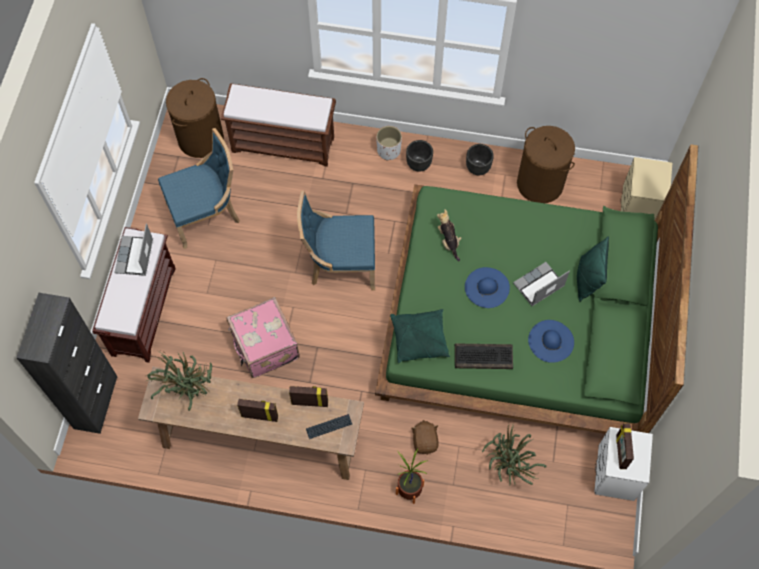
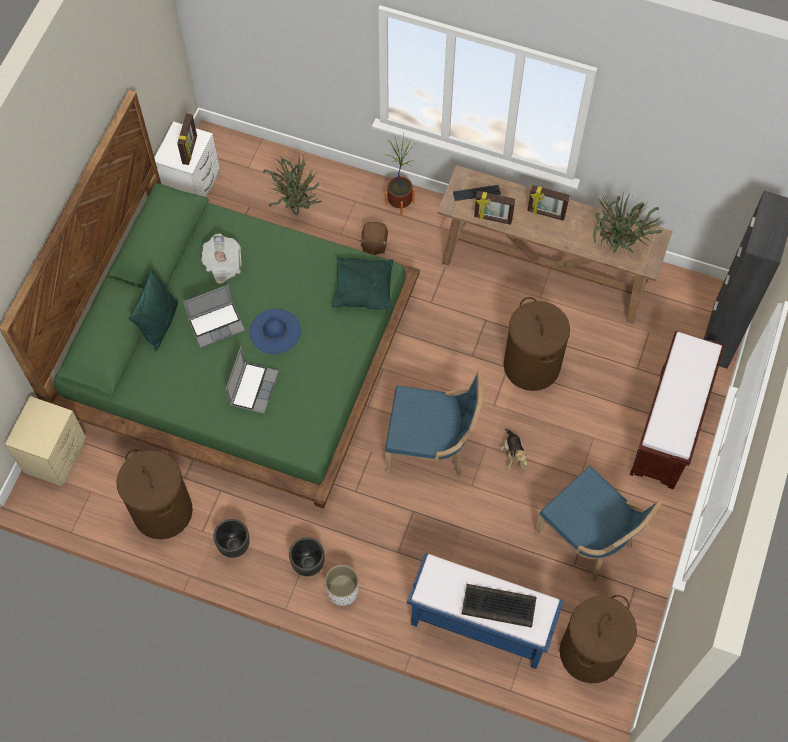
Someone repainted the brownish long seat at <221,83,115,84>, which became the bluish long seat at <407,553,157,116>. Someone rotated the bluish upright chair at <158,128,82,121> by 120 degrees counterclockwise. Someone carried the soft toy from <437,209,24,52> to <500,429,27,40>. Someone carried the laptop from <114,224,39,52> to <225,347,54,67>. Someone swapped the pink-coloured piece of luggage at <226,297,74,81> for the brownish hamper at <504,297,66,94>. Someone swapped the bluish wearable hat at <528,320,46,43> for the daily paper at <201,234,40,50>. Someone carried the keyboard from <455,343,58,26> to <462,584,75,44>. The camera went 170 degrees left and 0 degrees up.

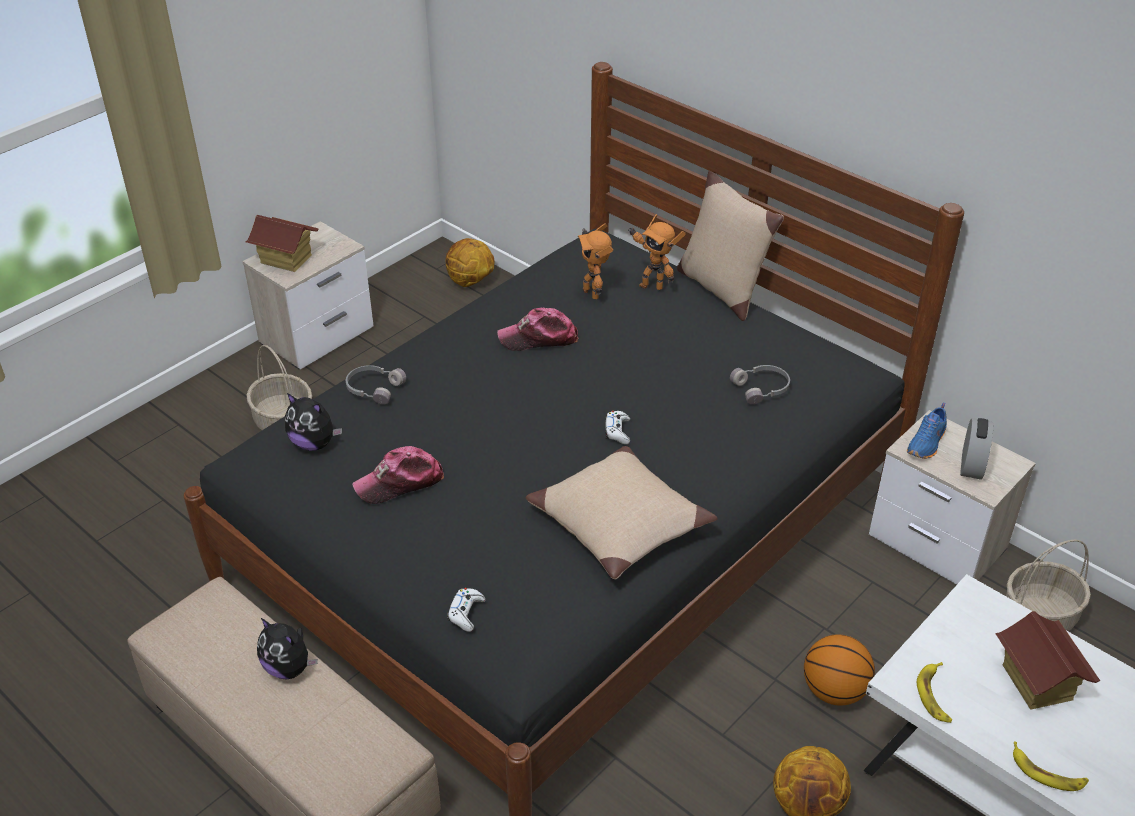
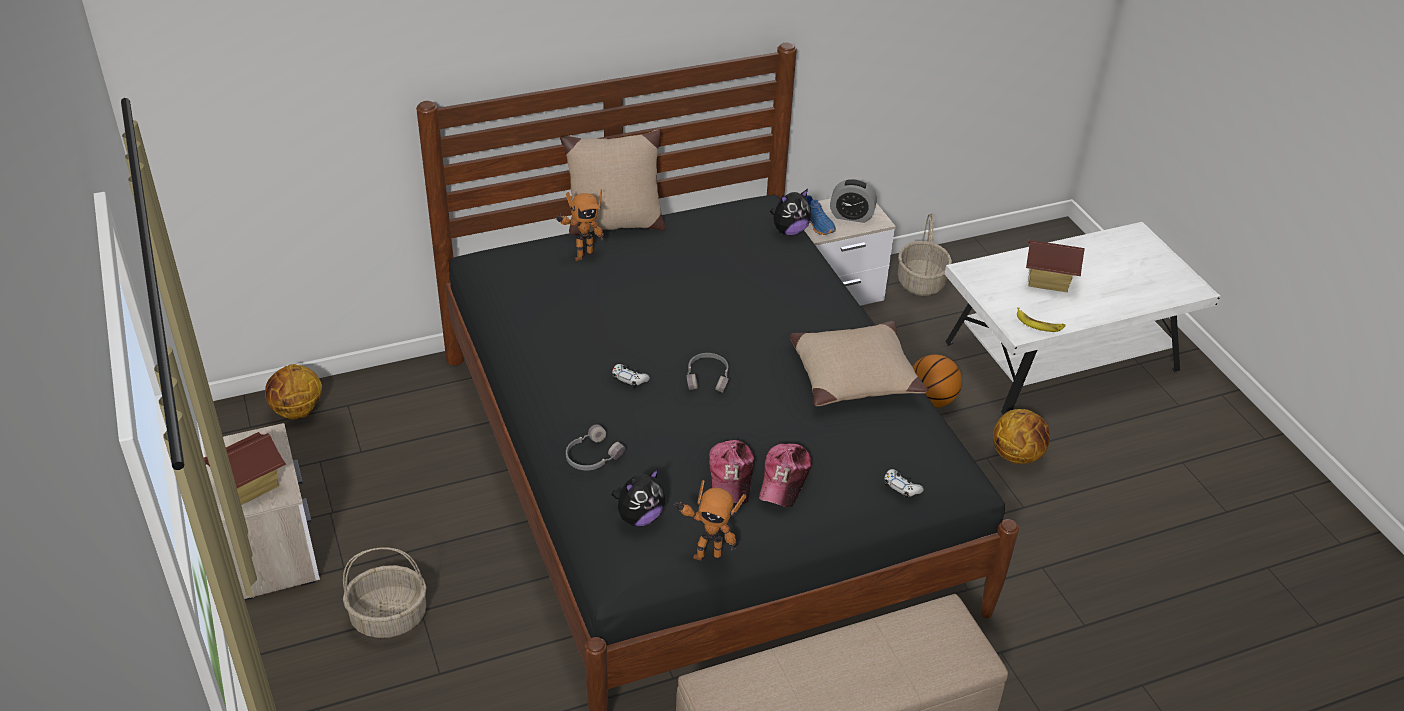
Someone carried the model robot from <578,223,35,77> to <674,480,73,81>. Someone carried the cap from <497,308,81,43> to <759,444,53,63>. Someone carried the greyish headphones from <730,365,60,39> to <686,353,43,40>. Someone carried the whitish gamepad from <605,411,25,33> to <612,364,38,24>. Someone rotated the bedside clock at <960,418,33,62> by 150 degrees clockwise. Someone carried the soft toy from <257,618,61,61> to <770,189,41,46>. Someone took away the banana at <1013,741,76,50>. The camera went 65 degrees left and 0 degrees up.

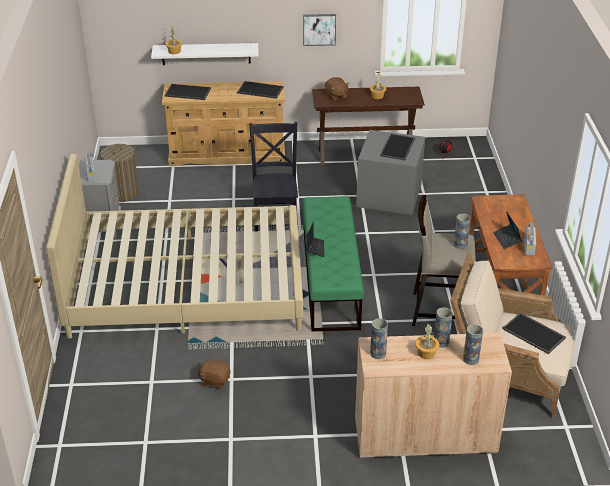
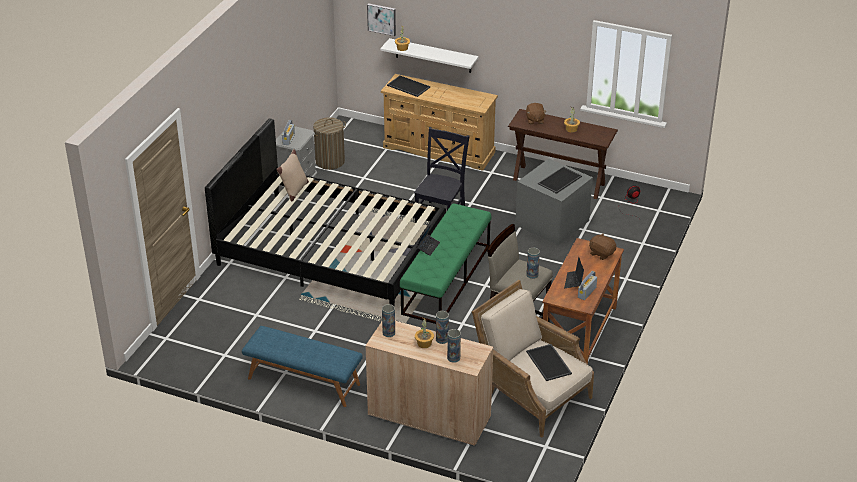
Someone carried the wall art from <303,14,33,32> to <367,3,29,33>. Someone took away the carrying tray at <237,81,46,18>. Someone repainted the beige bed at <46,154,257,185>, which became the black bed at <205,118,241,189>. Someone carried the brownish soft toy from <197,357,33,32> to <589,233,27,27>. Someone put down the beige throw pillow at <276,149,33,53>. Someone put down the bluish long seat at <242,326,121,81>. The camera went 25 degrees right and 0 degrees up.

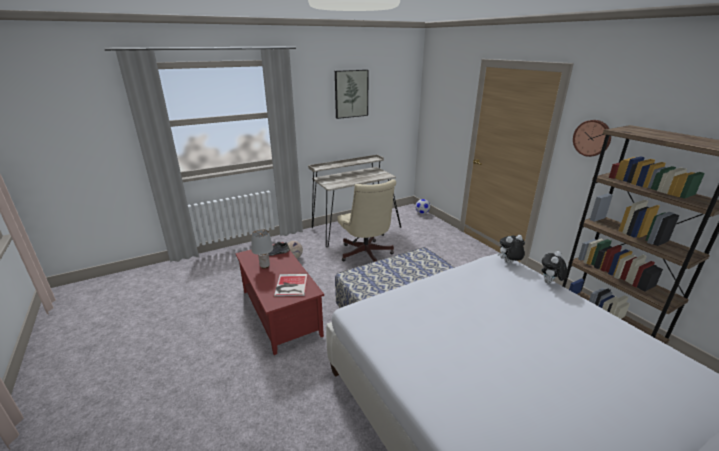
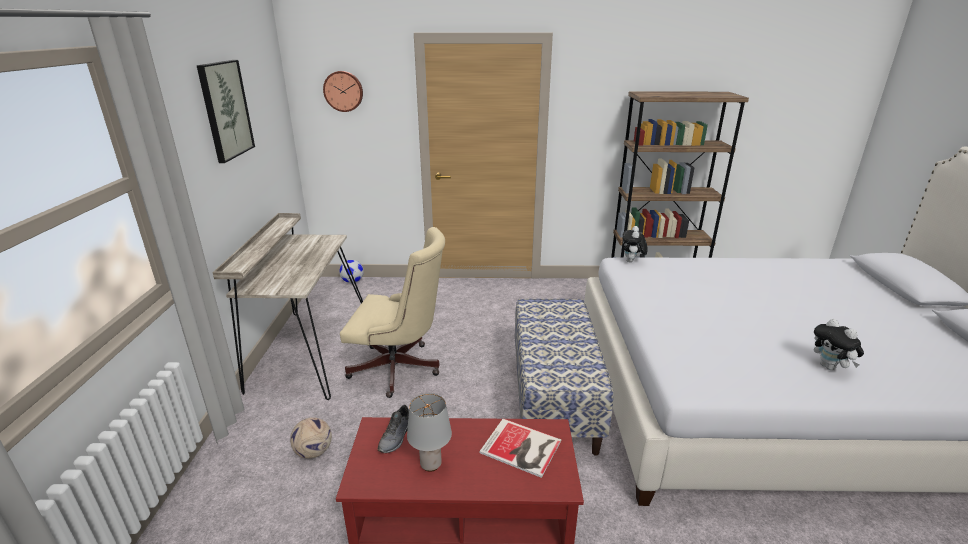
Someone carried the hanging clock from <573,120,38,37> to <323,71,40,41>. Someone carried the soft toy from <542,251,25,33> to <814,319,50,51>. The camera went 60 degrees left and 0 degrees up.

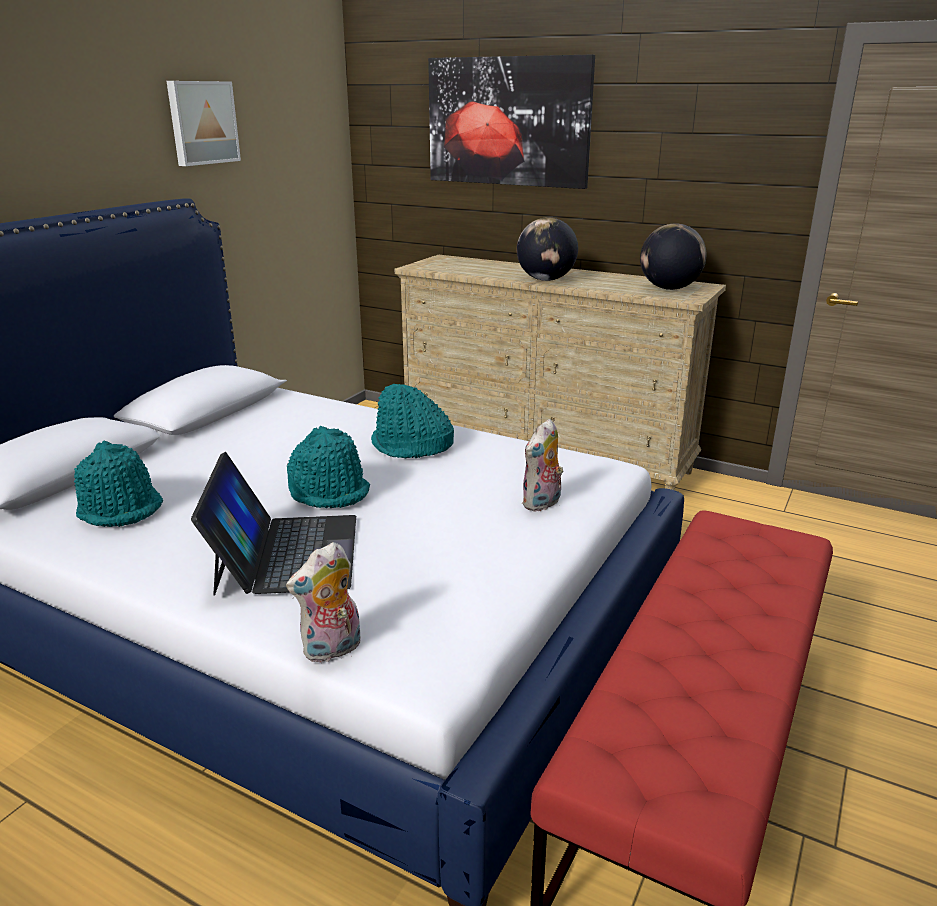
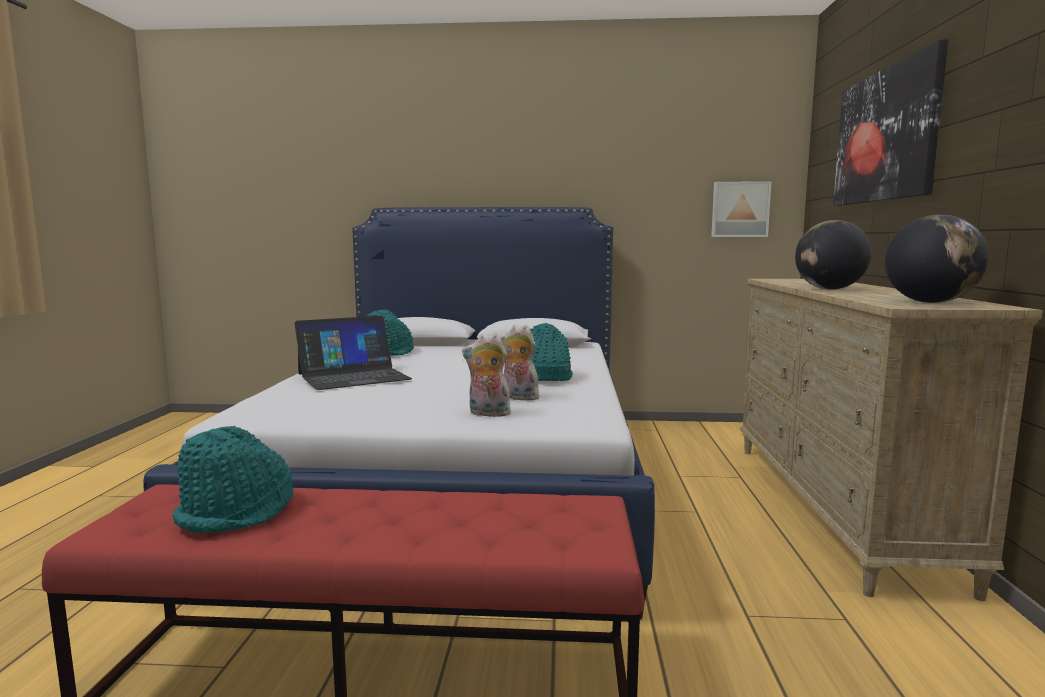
Someone carried the wall art from <167,81,74,85> to <711,181,61,56>. Someone carried the turquoise-coloured wearable hat from <287,426,83,82> to <173,426,120,107>. Someone carried the soft toy from <286,542,75,122> to <500,325,39,76>. The camera went 65 degrees right and 15 degrees down.

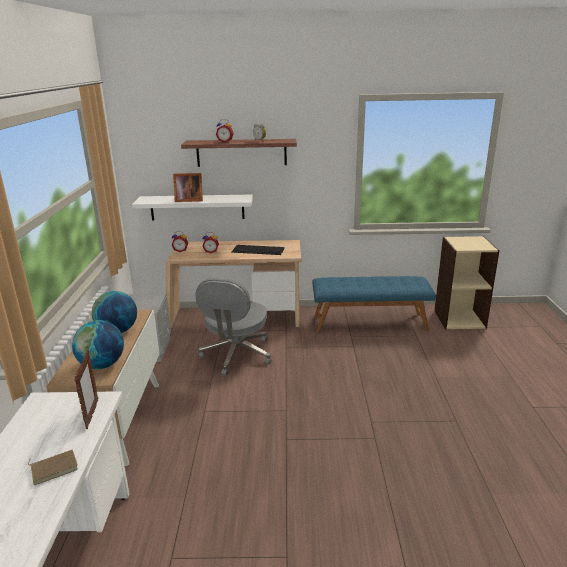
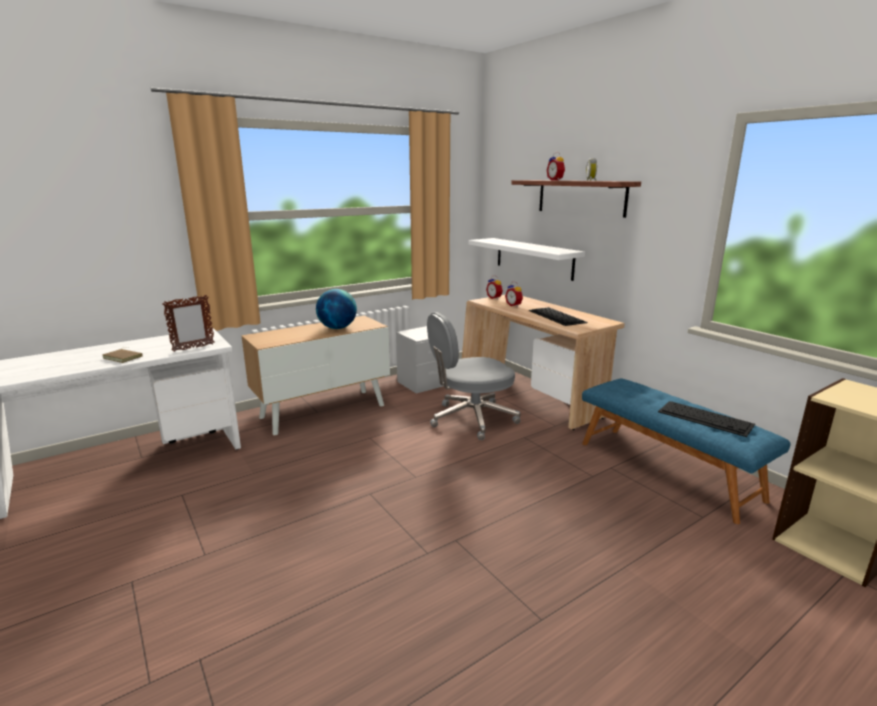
Someone took away the picture frame at <173,173,30,29>. Someone took away the world globe at <72,320,52,49>. Someone put down the keyboard at <658,401,97,36>. The camera went 55 degrees right and 5 degrees down.

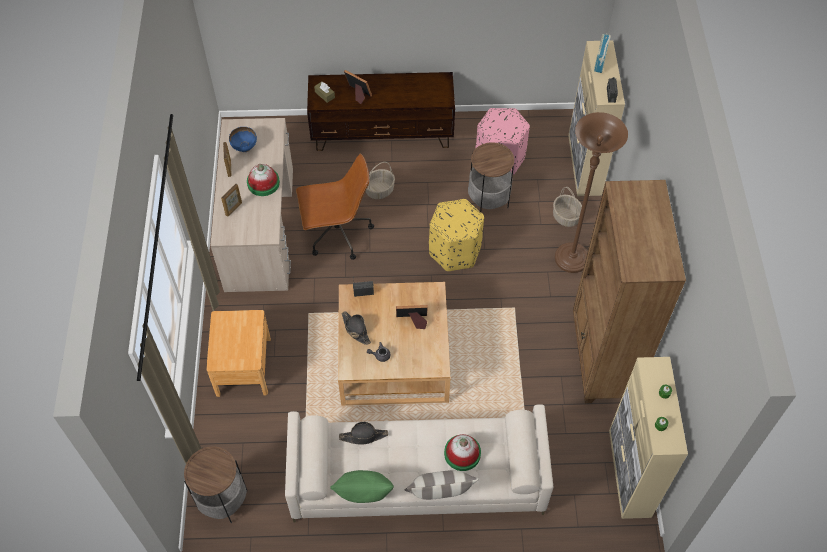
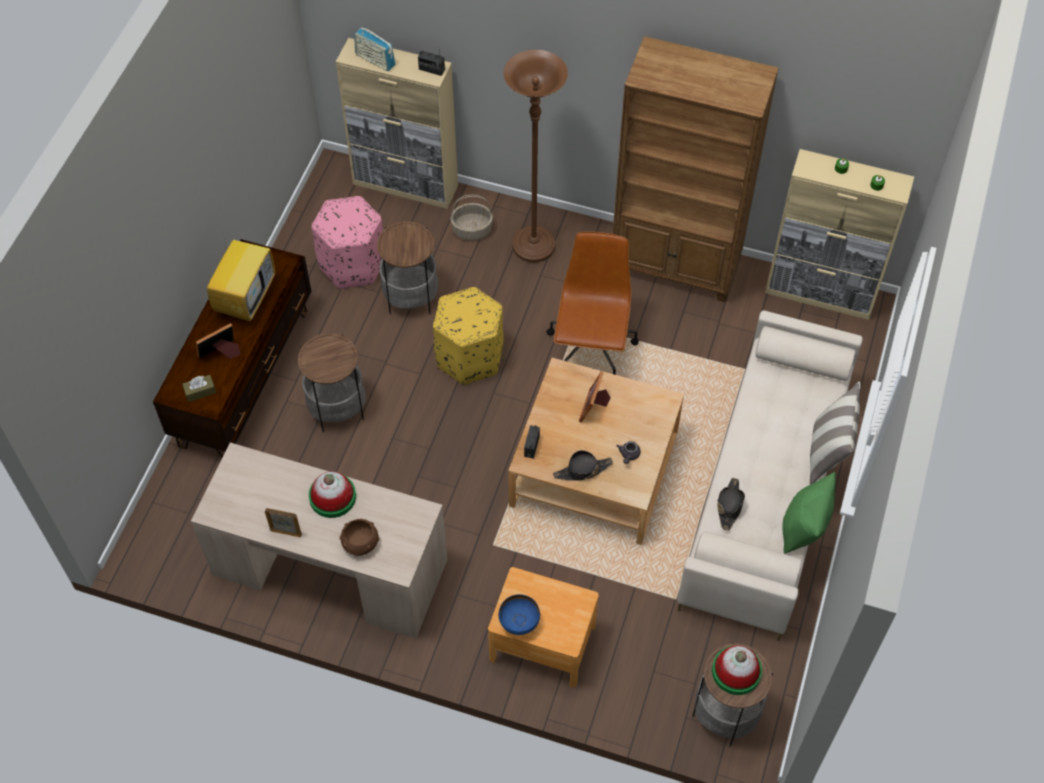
Someone carried the bluish bowl from <229,127,28,25> to <499,594,41,41>. Someone carried the brownish computer chair from <296,154,78,106> to <546,231,93,144>. Someone swapped the household basket at <366,162,29,37> for the accent table at <298,333,67,99>. Someone swapped the picture frame at <221,184,21,33> for the brownish bowl at <340,519,39,37>. Someone carried the wearable hat from <444,434,37,37> to <712,645,50,50>. Someone put down the TV set at <207,223,68,98>. The camera went 70 degrees left and 0 degrees up.

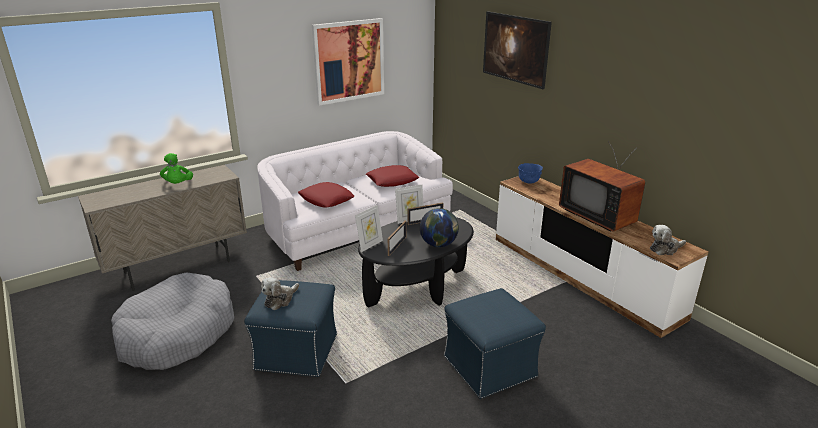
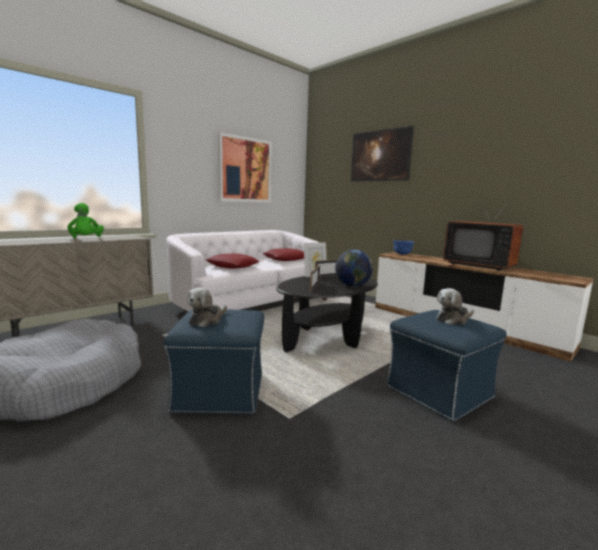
Someone took away the picture frame at <355,205,28,47>. Someone carried the soft toy from <650,225,36,30> to <436,288,38,37>. The camera went 10 degrees left and 15 degrees down.

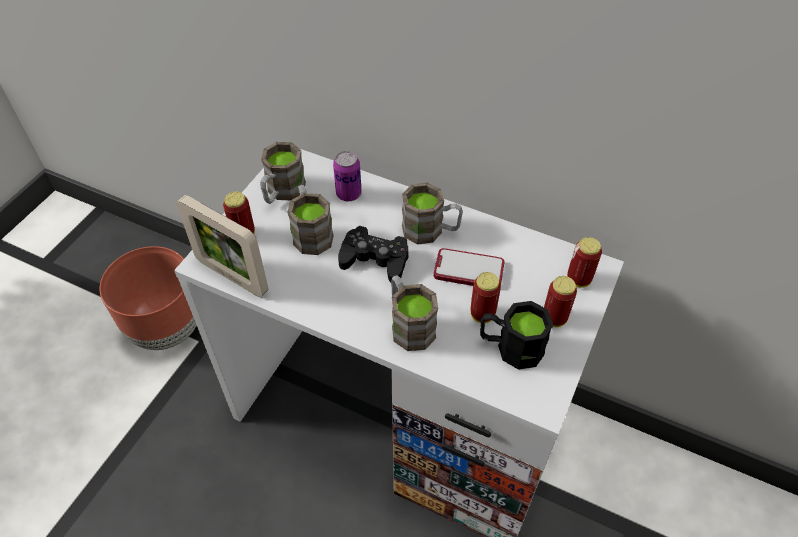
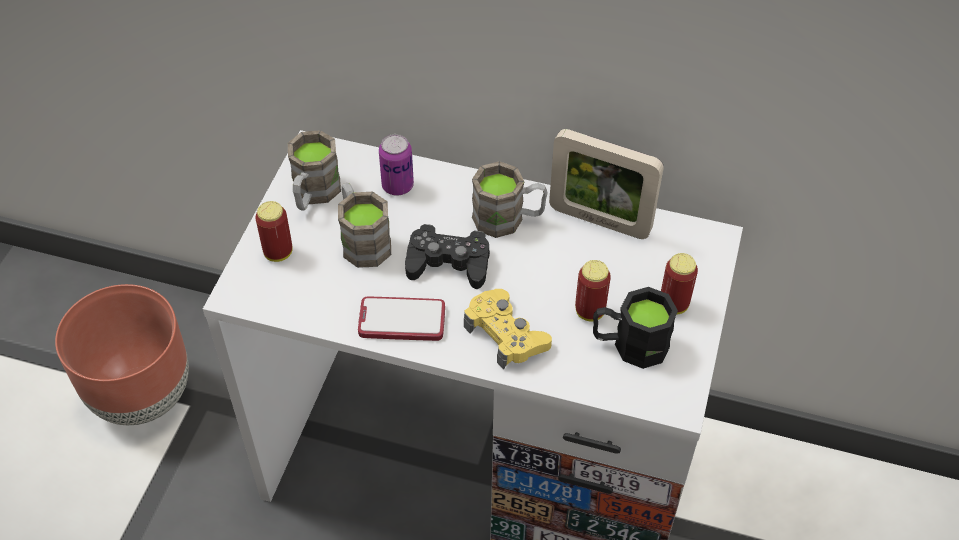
Someone carried the picture frame from <176,195,93,102> to <549,129,115,110>. Someone took away the metal can at <567,237,35,51>. Someone carried the handset from <434,248,71,38> to <358,297,87,44>. Someone swapped the brownish mug at <391,275,47,76> for the yellow gamepad at <464,289,88,80>. The camera went 10 degrees left and 0 degrees up.

